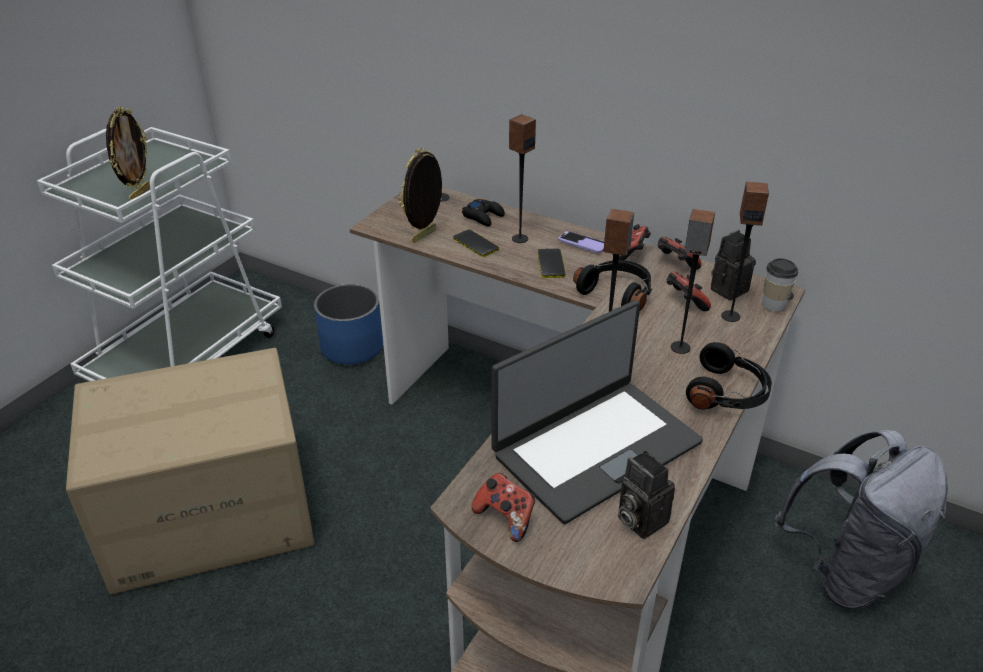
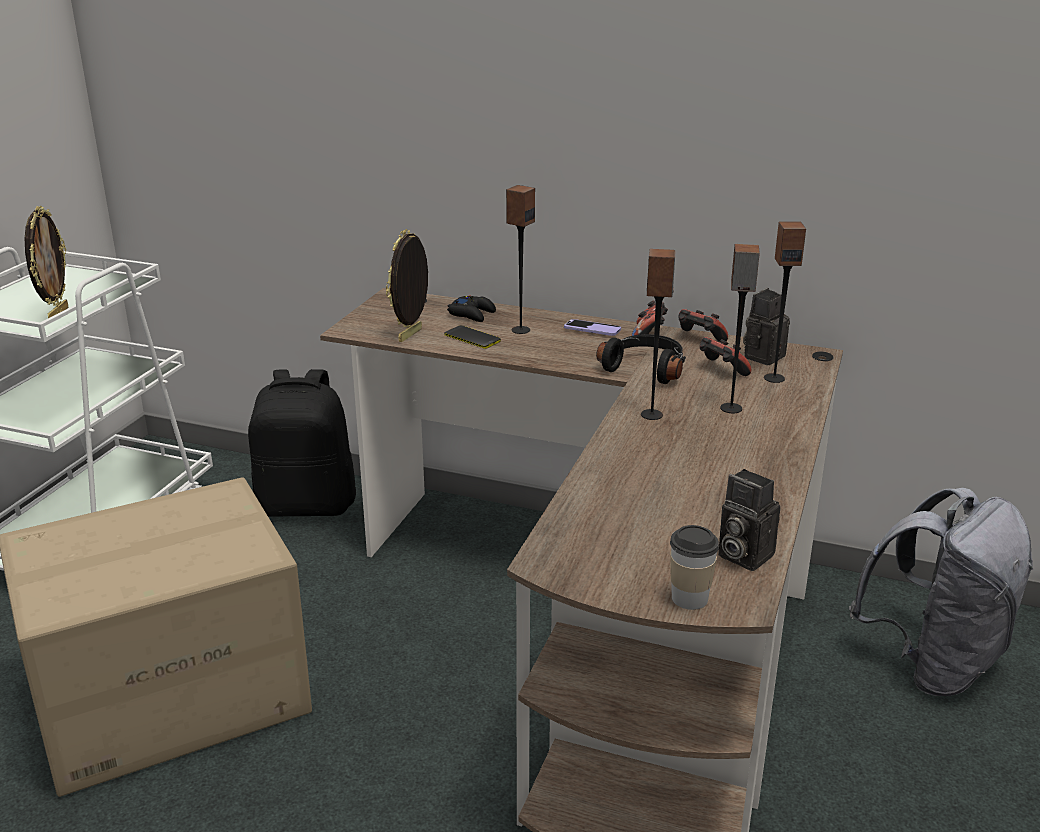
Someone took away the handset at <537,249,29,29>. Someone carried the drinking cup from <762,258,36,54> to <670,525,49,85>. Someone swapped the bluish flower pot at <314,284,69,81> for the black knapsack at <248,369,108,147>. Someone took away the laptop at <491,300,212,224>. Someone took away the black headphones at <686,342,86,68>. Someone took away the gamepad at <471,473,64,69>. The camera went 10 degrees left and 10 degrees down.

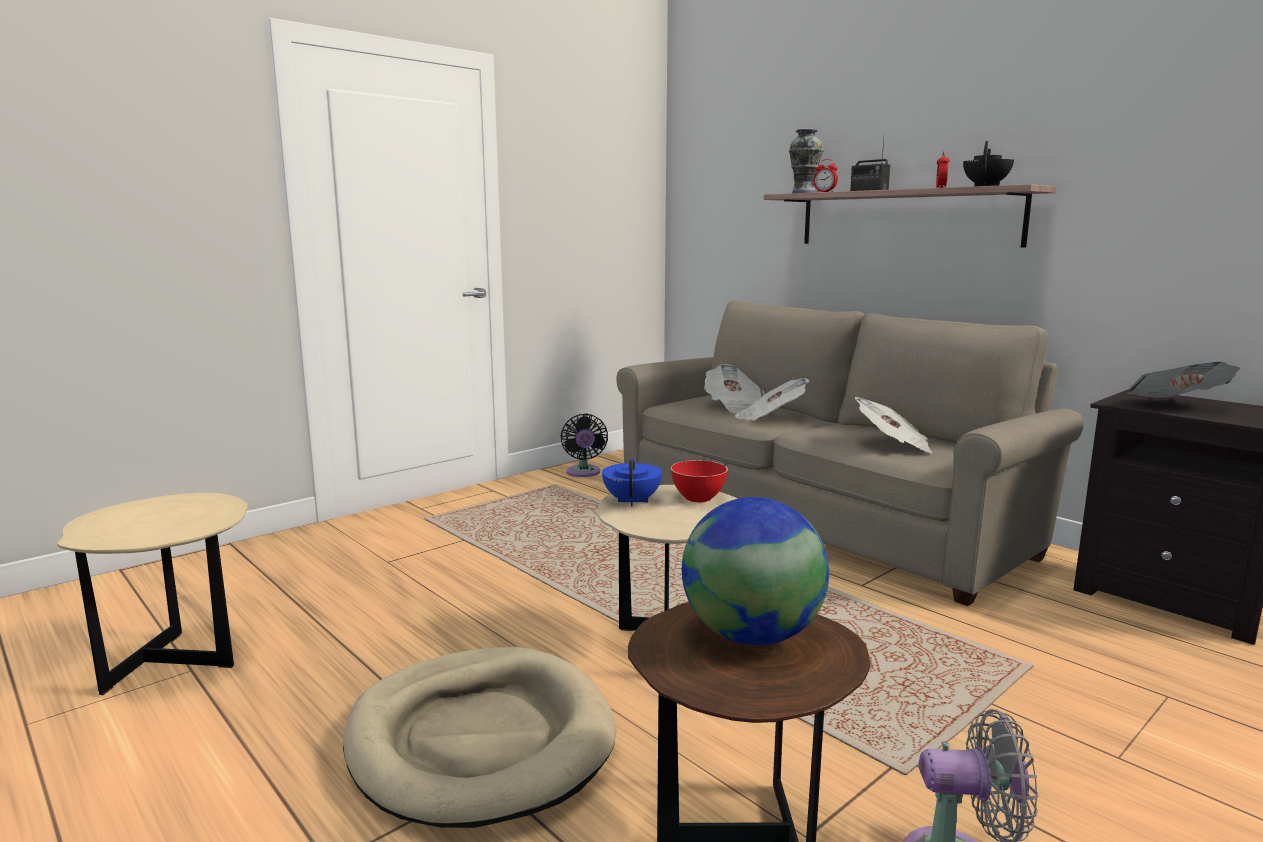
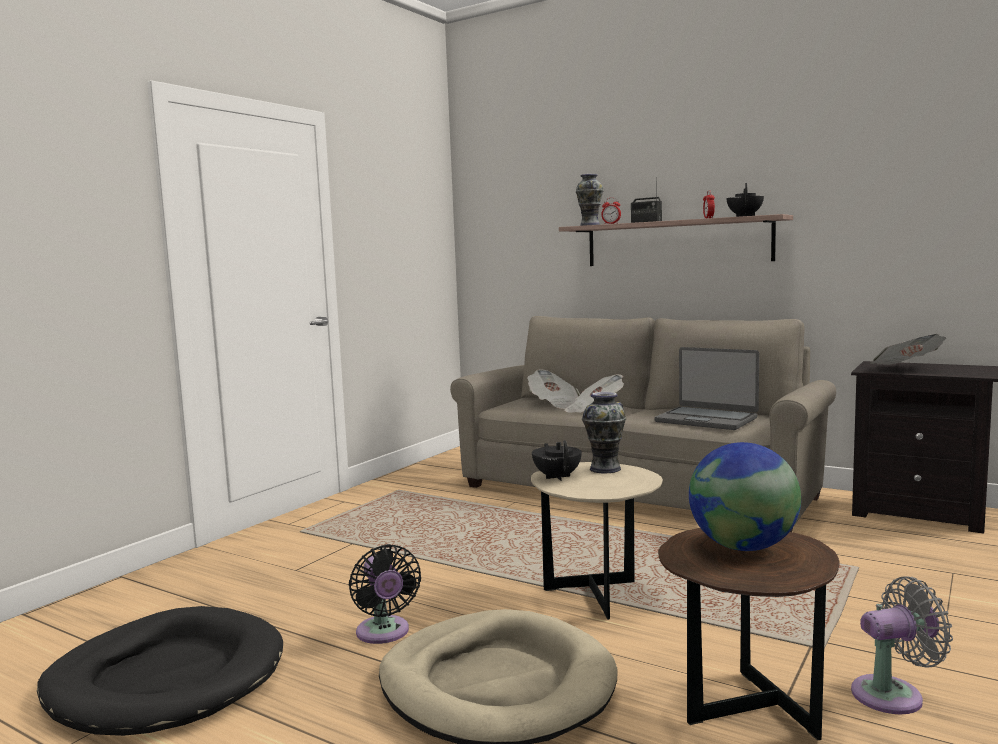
Someone swapped the daily paper at <855,397,77,56> for the laptop at <654,347,105,83>. Someone carried the black fan from <561,414,47,63> to <349,544,72,100>. Someone repainted the bluish teapot at <602,458,60,49>, which became the black teapot at <532,440,50,41>. Someone swapped the red bowl at <671,460,57,42> for the vase at <582,392,44,81>. Someone swapped the beige accent table at <57,493,191,202> for the black dog cushion at <37,606,246,130>. The camera went 15 degrees left and 5 degrees down.

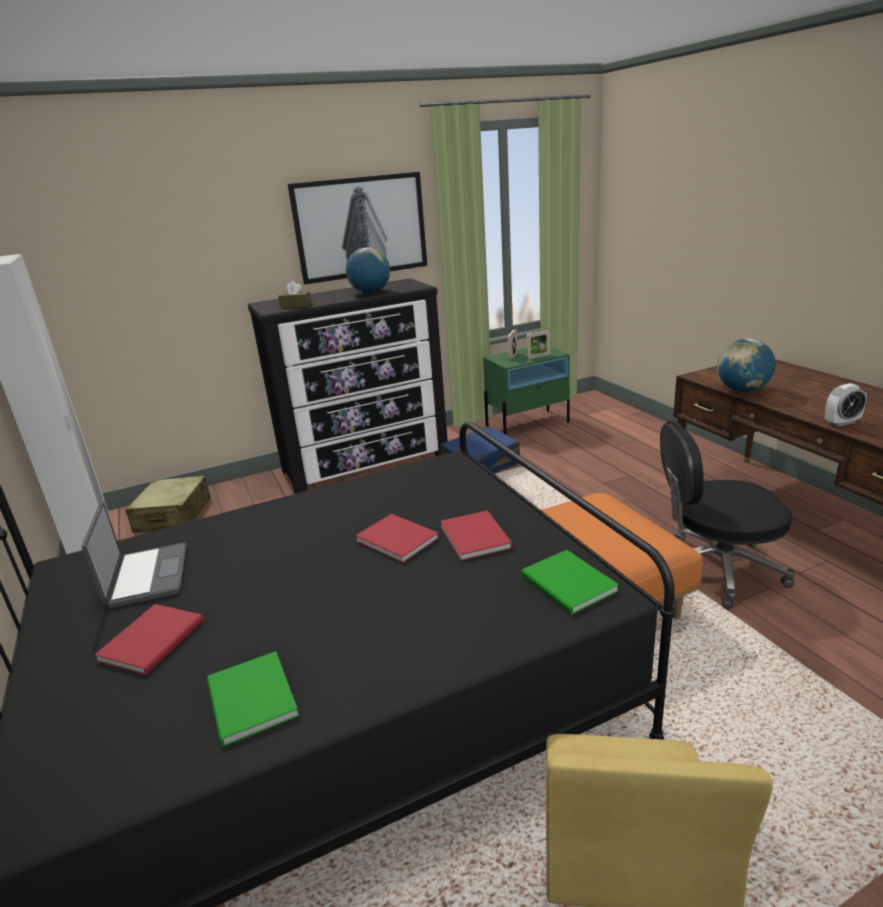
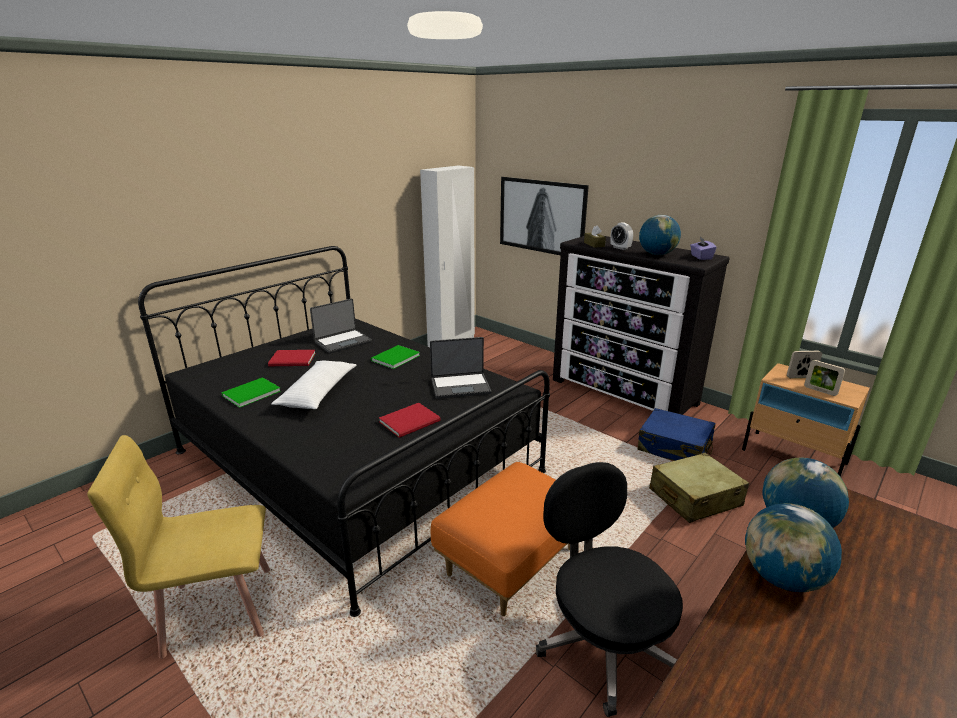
Someone carried the wall art from <288,172,139,113> to <500,177,89,78>. Someone repainted the green-coloured night table at <483,347,87,88>, which became the beige night table at <742,363,128,114>. Someone carried the bedside clock from <825,383,42,44> to <610,222,23,28>. Someone carried the beige piece of luggage from <125,476,86,57> to <649,453,100,70>. Someone took away the red book at <355,514,85,49>. Someone carried the green-coloured book from <521,550,98,64> to <371,345,49,24>. Someone put down the purplish tissue box at <690,237,26,23>. Someone put down the laptop at <430,337,61,62>. Someone put down the whitish throw pillow at <271,361,85,48>. Someone put down the world globe at <745,503,97,89>. The camera went 65 degrees right and 0 degrees up.

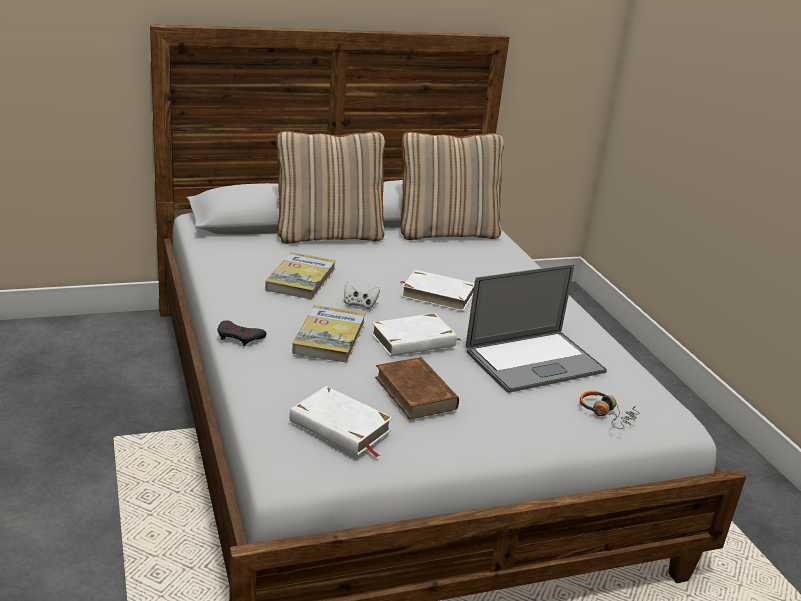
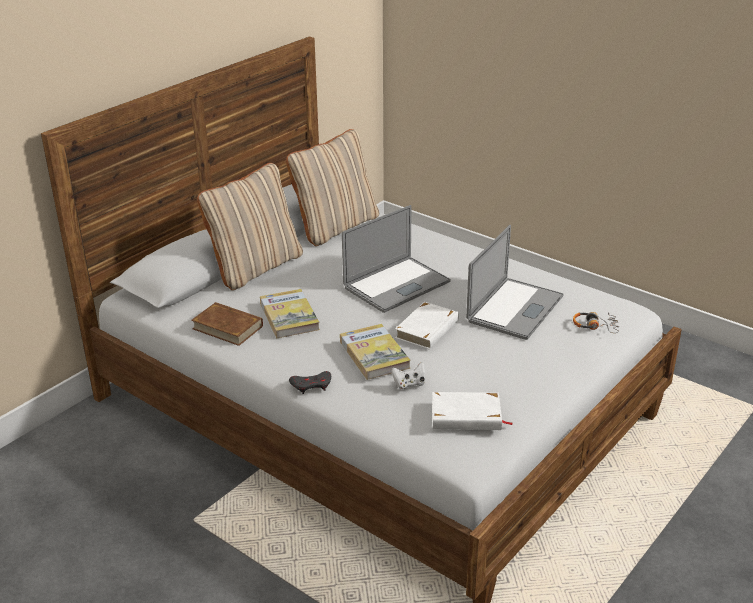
Someone swapped the whitish book at <401,270,74,41> for the laptop at <342,205,109,108>. Someone carried the whitish gamepad from <344,281,36,28> to <391,362,35,28>. Someone carried the brownish book from <375,357,84,62> to <191,302,72,44>. The camera went 30 degrees left and 5 degrees up.

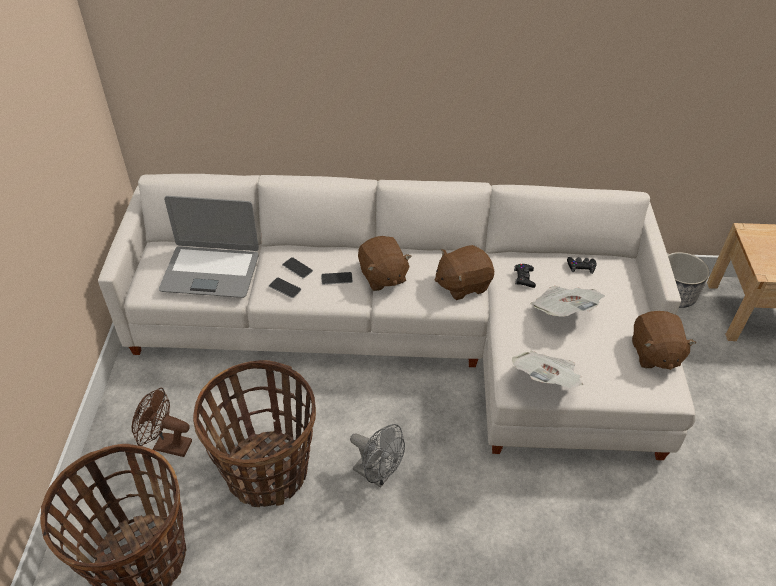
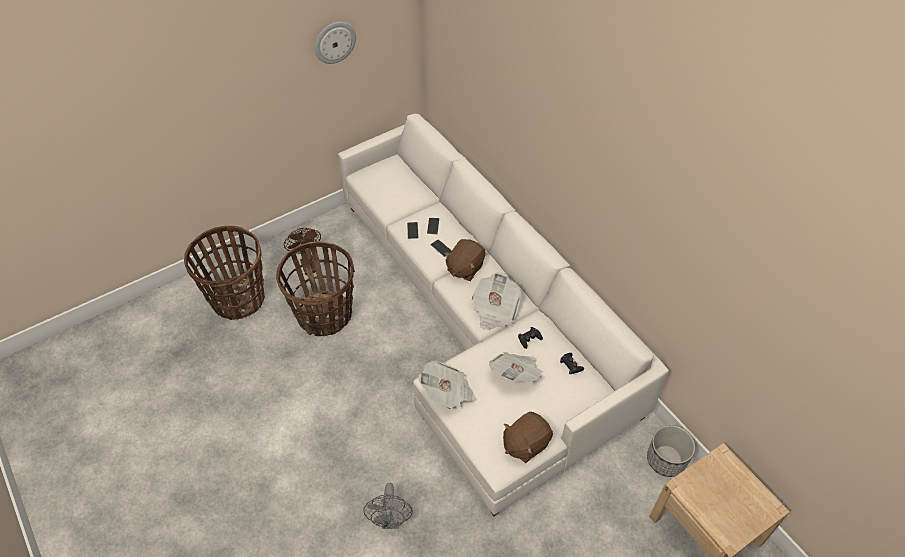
Someone took away the laptop at <159,196,100,102>. Someone swapped the brownish soft toy at <435,245,59,55> for the daily paper at <472,273,50,57>. Someone carried the greyish fan from <350,424,55,64> to <363,483,50,46>. Someone put up the hanging clock at <315,22,41,42>. The camera went 55 degrees right and 5 degrees up.

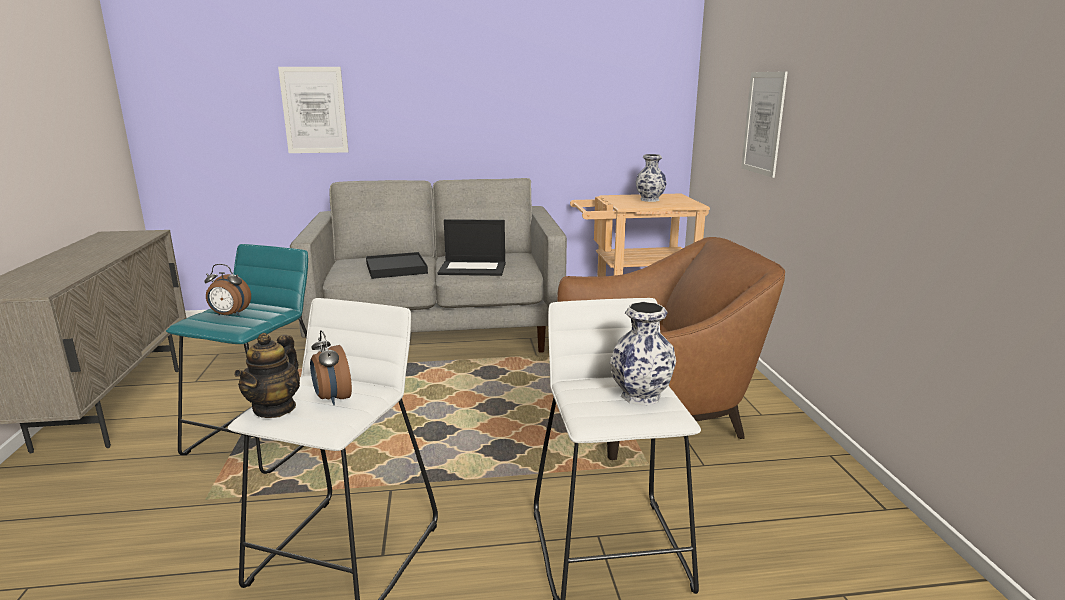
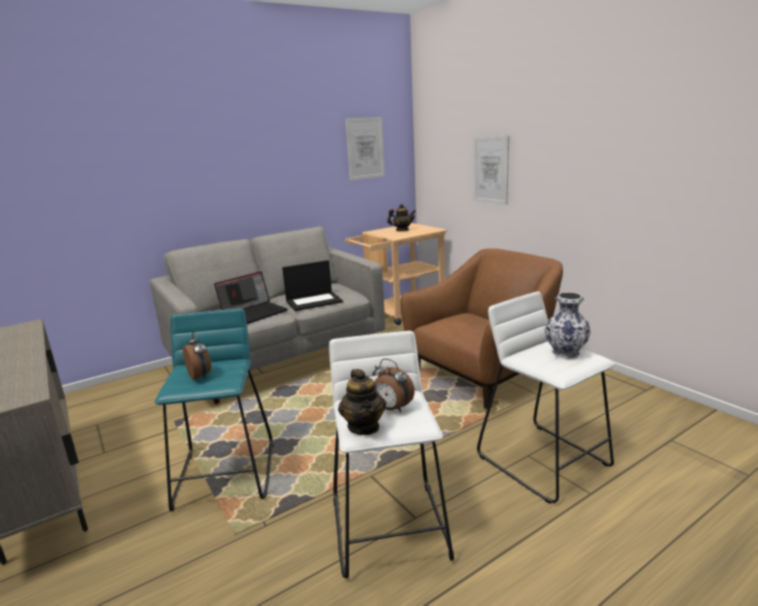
Someone carried the wall art from <278,67,71,86> to <346,117,39,63>. Someone swapped the vase at <636,154,31,48> for the teapot at <387,204,29,27>. Someone swapped the black carrying tray at <366,252,62,27> for the laptop at <214,271,74,53>. Someone rotated the bedside clock at <204,264,47,52> by 105 degrees counterclockwise. The camera went 25 degrees left and 0 degrees up.

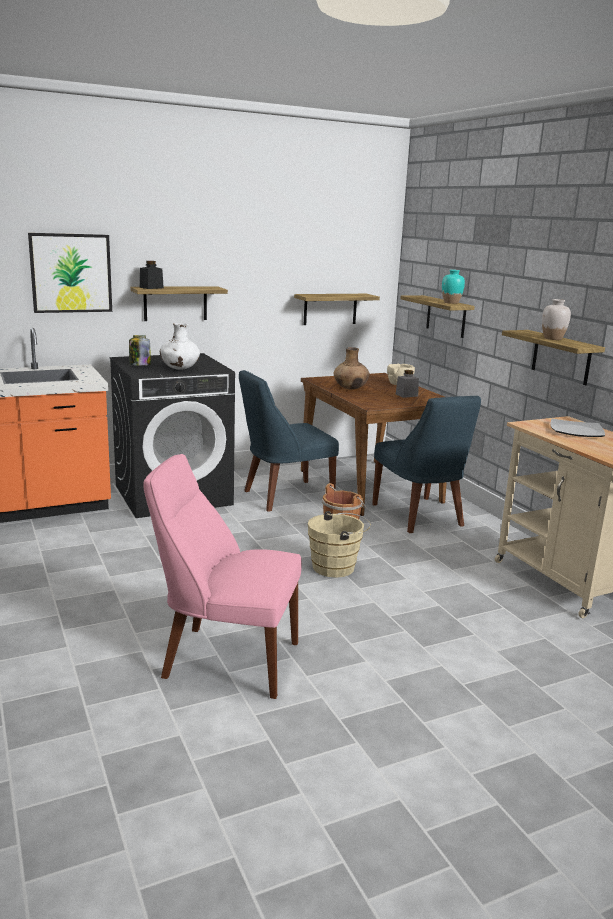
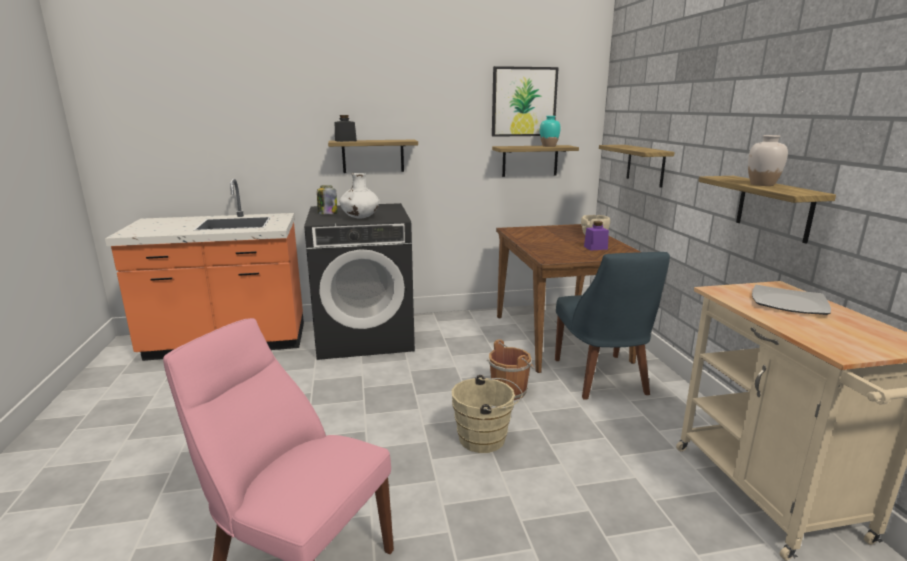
Someone carried the wall art from <28,233,84,80> to <492,66,67,71>. Someone carried the turquoise-coloured vase from <442,270,23,34> to <540,116,21,31>. Someone took away the brownish vase at <334,347,36,43>. Someone took away the bluish upright chair at <239,370,100,142>. Someone repainted the greyish jar at <396,370,23,28>, which became the purplish jar at <584,221,25,30>. The camera went 15 degrees right and 0 degrees up.

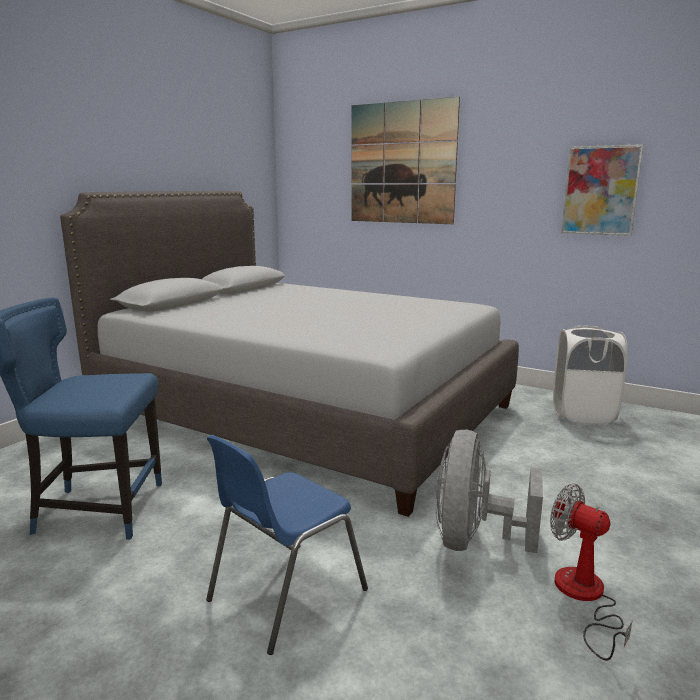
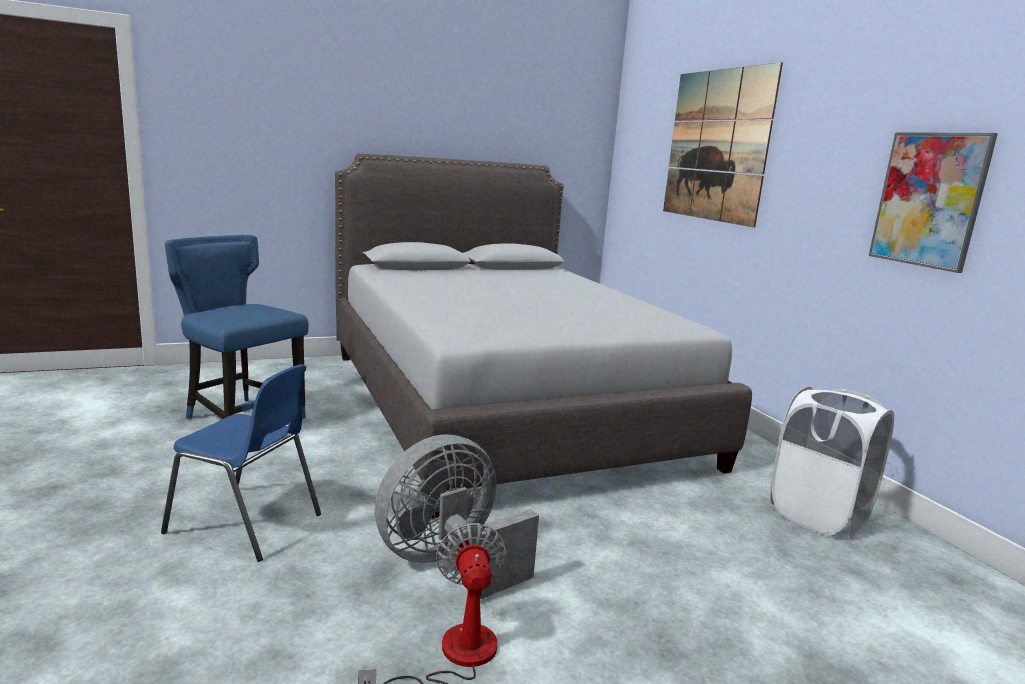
Someone rotated the bluish upright chair at <206,435,162,220> by 150 degrees counterclockwise. The camera went 35 degrees right and 0 degrees up.

